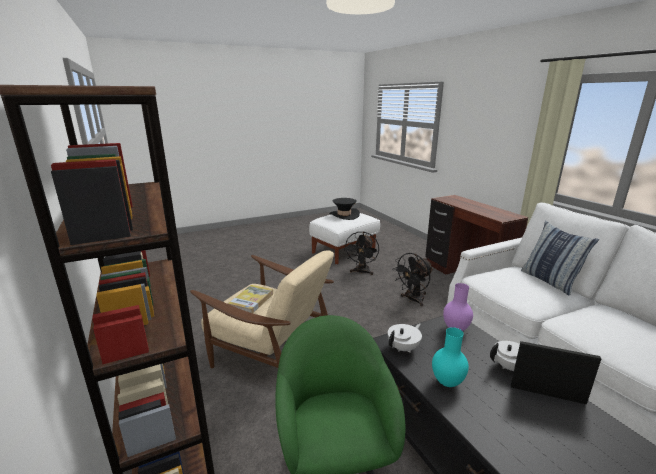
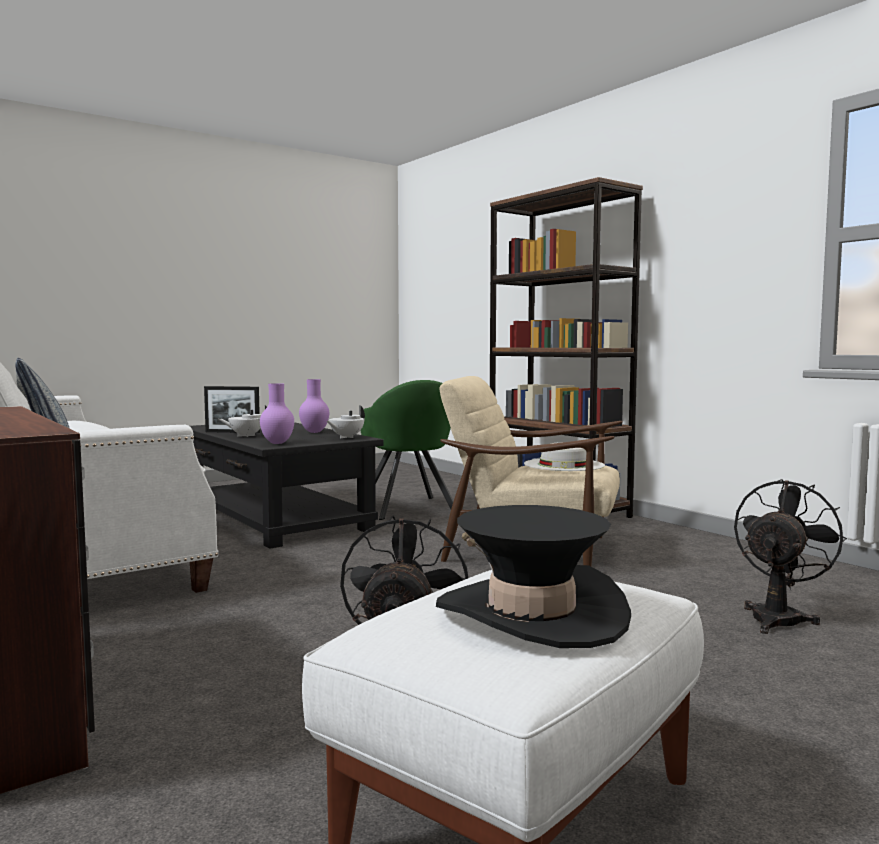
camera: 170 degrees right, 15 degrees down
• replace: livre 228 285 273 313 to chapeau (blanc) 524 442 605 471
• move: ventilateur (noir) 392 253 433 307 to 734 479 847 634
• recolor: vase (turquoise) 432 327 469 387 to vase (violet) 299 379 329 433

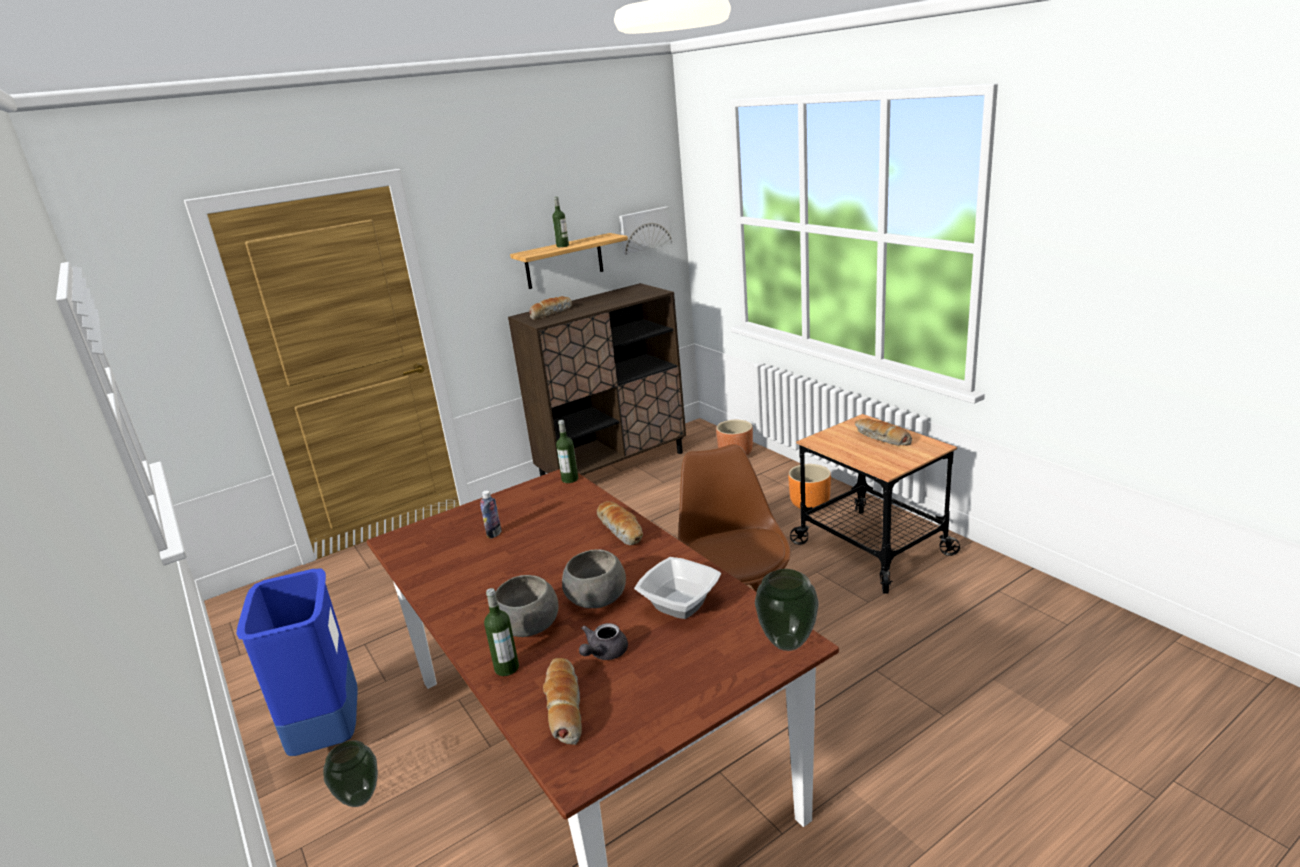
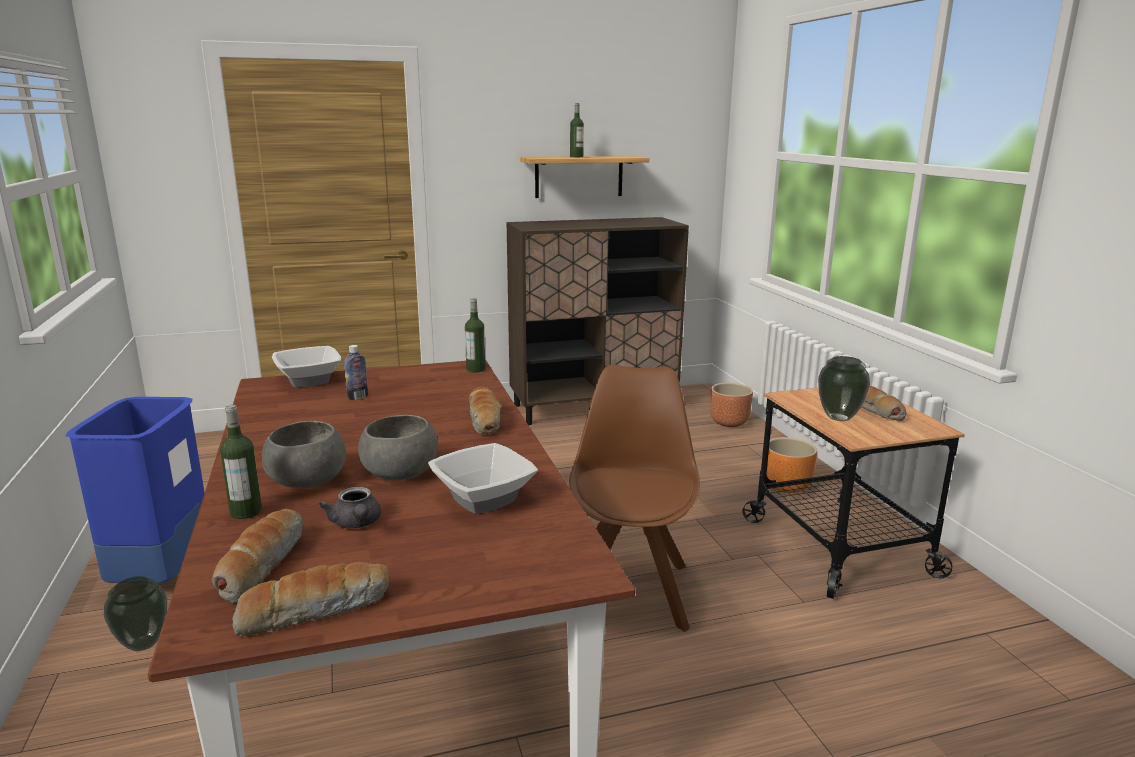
camera: 15 degrees right, 5 degrees down
• move: pain 529 296 572 320 to 232 562 390 636
• rotate: théière (gris) 579 623 628 660 = 319 487 381 528 75 degrees counterclockwise
• delete: tableau 619 207 672 255
• move: vase 755 569 819 651 to 818 356 870 421
• insert: bol 272 346 341 388

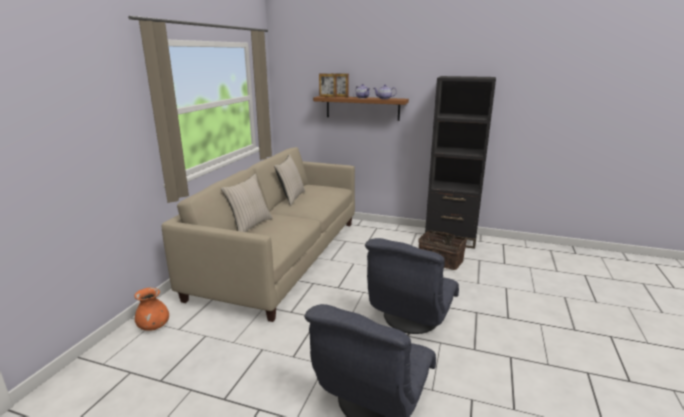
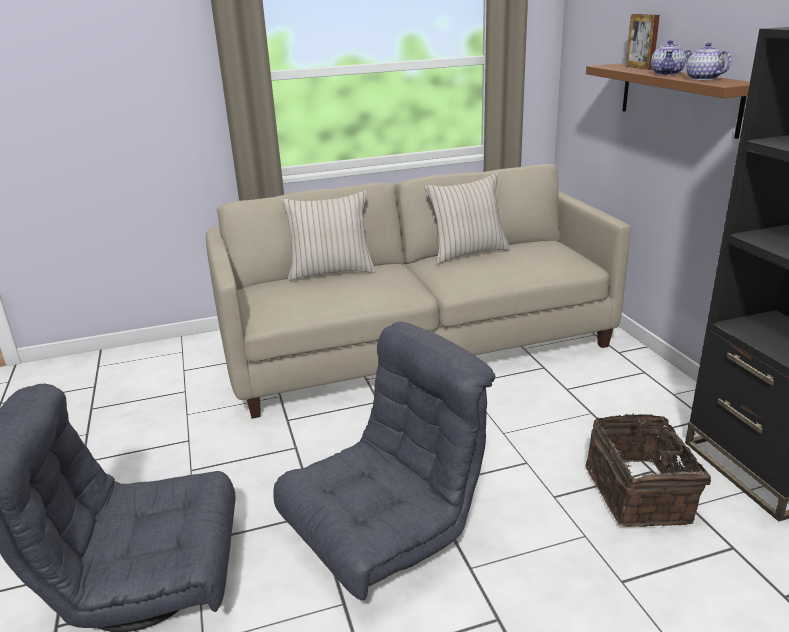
camera: 55 degrees right, 5 degrees up
• delete: vase (orange) 134 287 169 331
• delete: cadre photo 319 74 337 98
• rotate: fauteuil (gris) 365 238 459 334 = 273 322 495 600 150 degrees clockwise

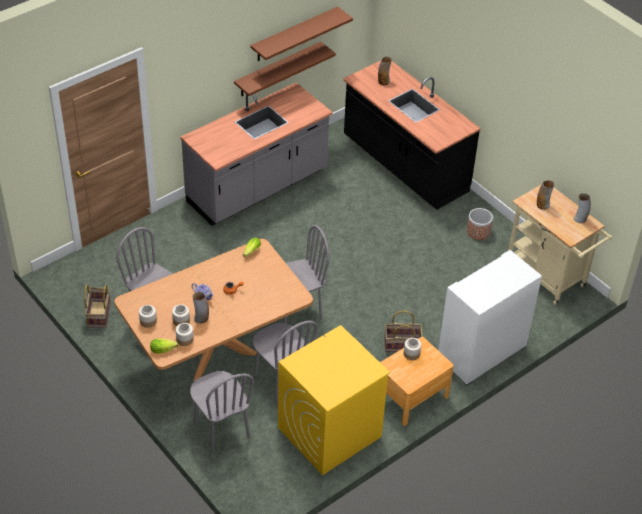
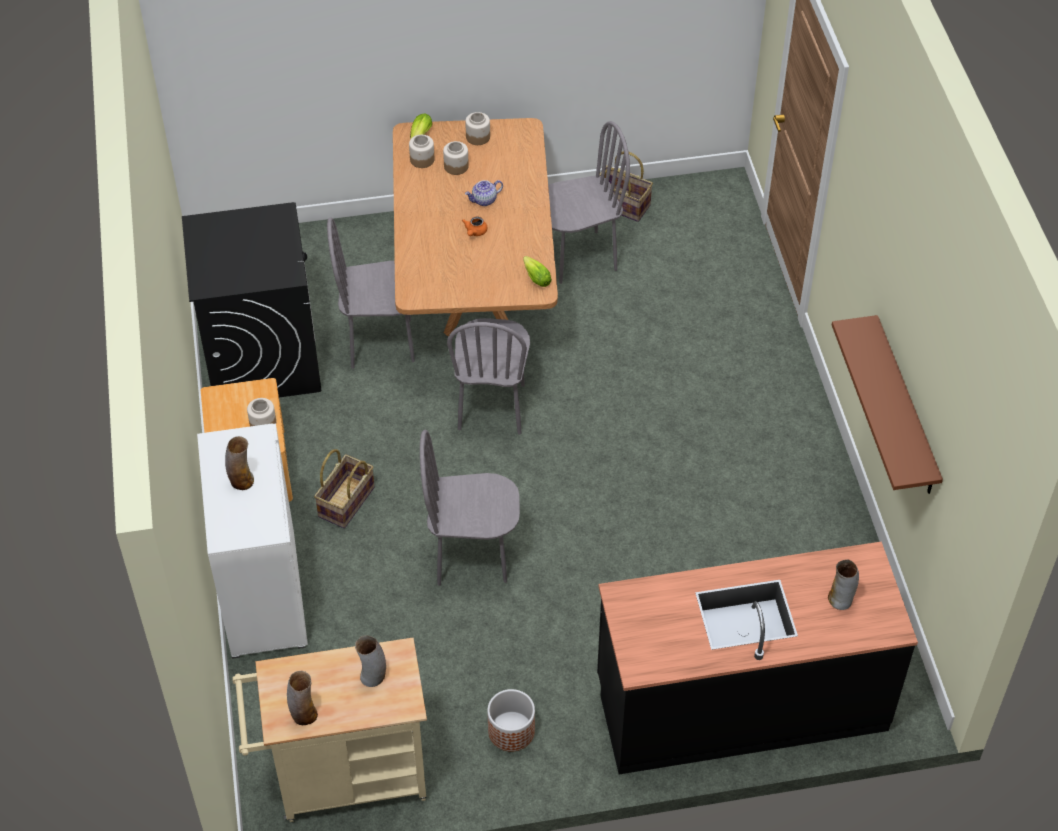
camera: 120 degrees right, 5 degrees up
• delete: comptoir de cuisine (gris) 180 82 333 226
• move: chaise (gris) 190 371 254 454 to 420 430 520 586
• move: vase 192 292 209 323 to 225 436 254 490
• delete: étagère (marron) 251 7 353 61
• recolor: lave-linge (jaune) 278 325 390 475 to lave-linge (noir) 182 202 322 398

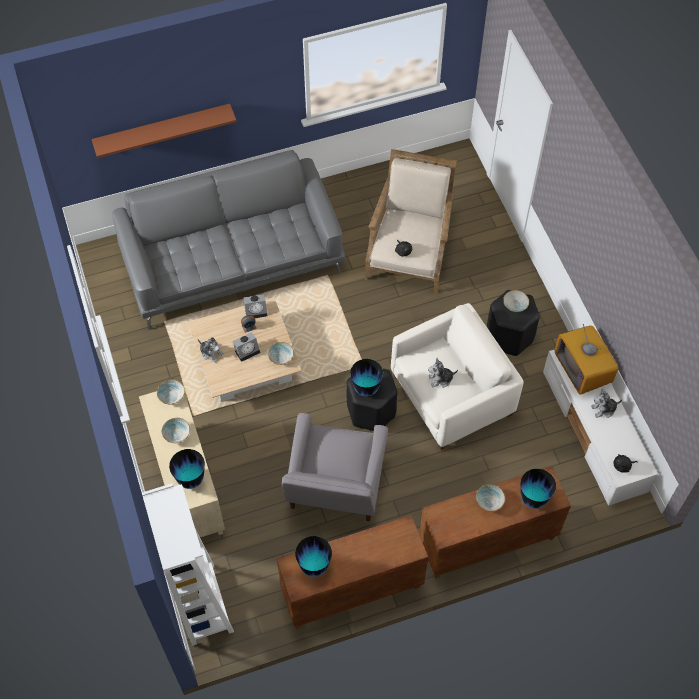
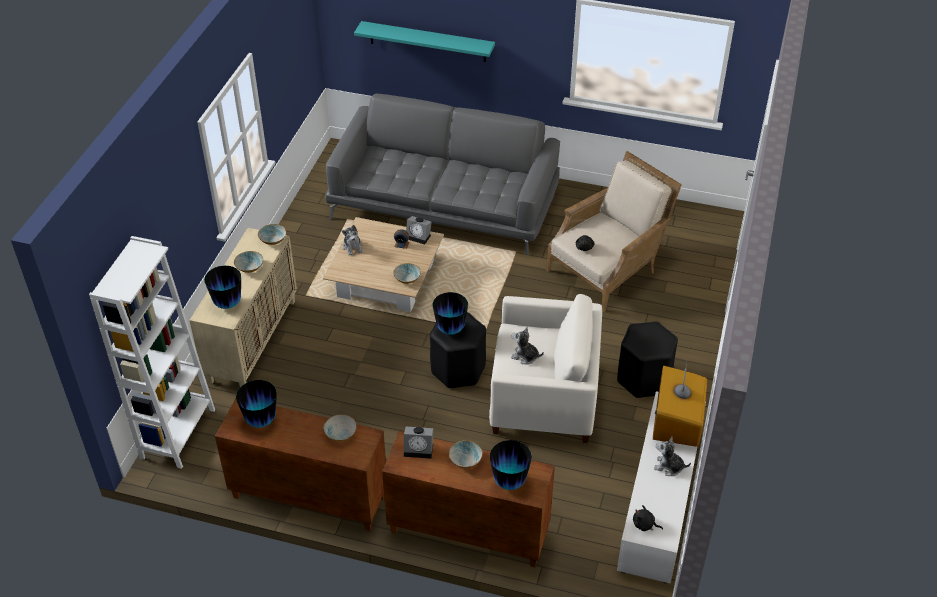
camera: 35 degrees right, 15 degrees down
• recolor: étagère (marron) 92 104 237 158 to étagère (turquoise) 354 21 495 62
• move: réveil 233 332 260 362 to 404 427 433 459
• delete: fauteuil (gris) 282 413 388 521
• move: bol 503 290 529 312 to 323 414 357 441

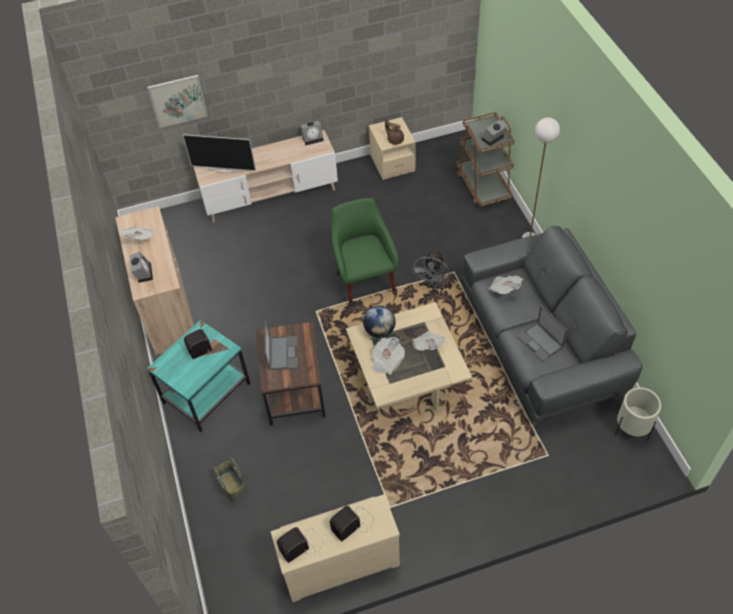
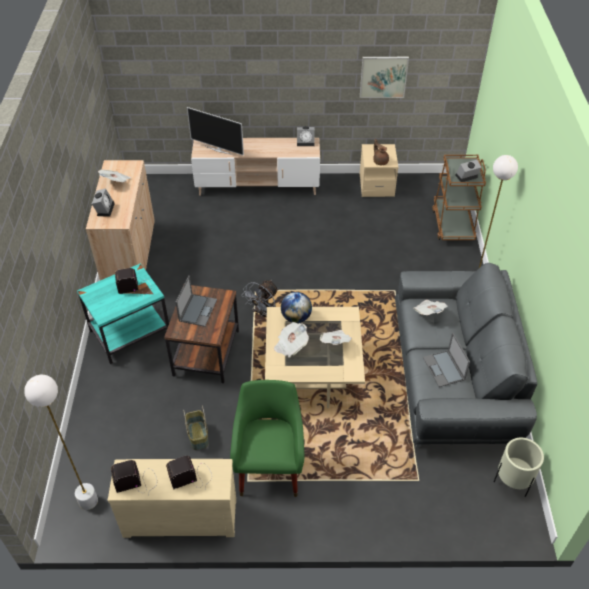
camera: 15 degrees right, 5 degrees down
• move: tableau 147 75 208 128 to 360 57 409 98
• move: panier 213 457 246 502 to 183 405 209 450
• move: fauteuil (vert) 331 198 399 307 to 230 380 305 497
• move: ventilateur (gris) 412 250 449 290 to 241 280 278 317
• insert: lampadaire (blanc) 24 375 98 510

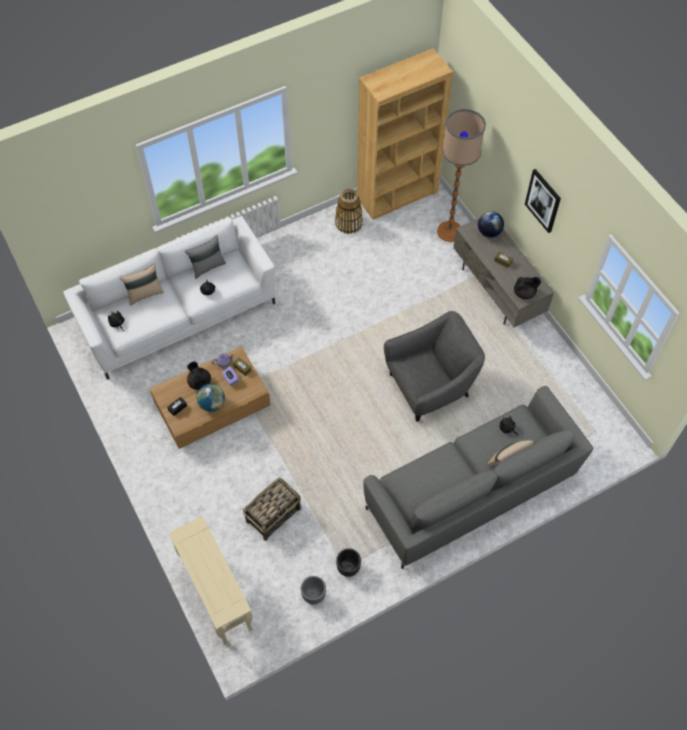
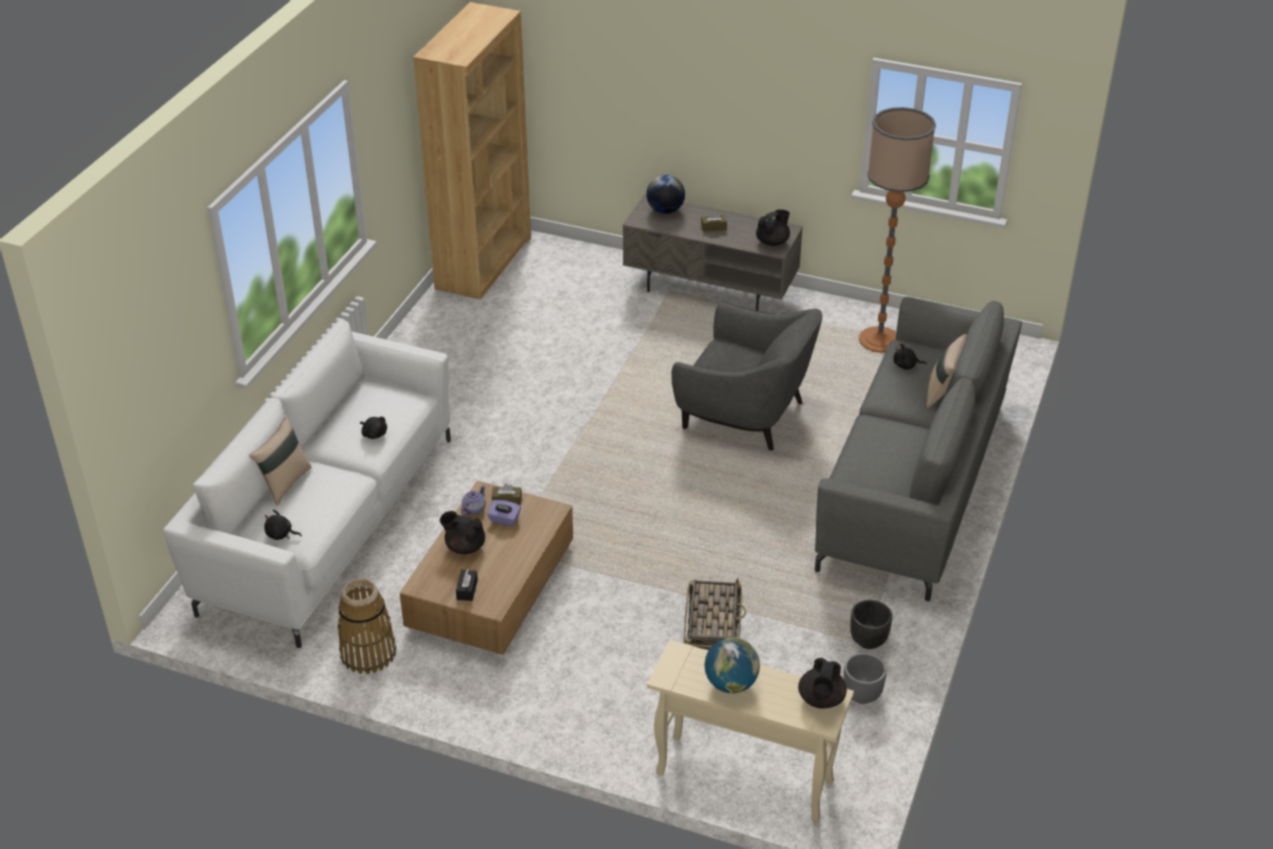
camera: 40 degrees left, 20 degrees down
• delete: coussin (gris) 185 235 226 279
• move: globe 197 384 225 412 to 704 637 760 693
• move: panier 335 188 363 234 to 338 579 396 674
• rotate: fauteuil (gris) 384 311 485 422 = 672 301 822 451 90 degrees clockwise
• move: lampadaire 437 109 486 242 to 859 107 936 353
• delete: tableau 525 169 561 233
• insert: théière (noir) 798 658 847 708

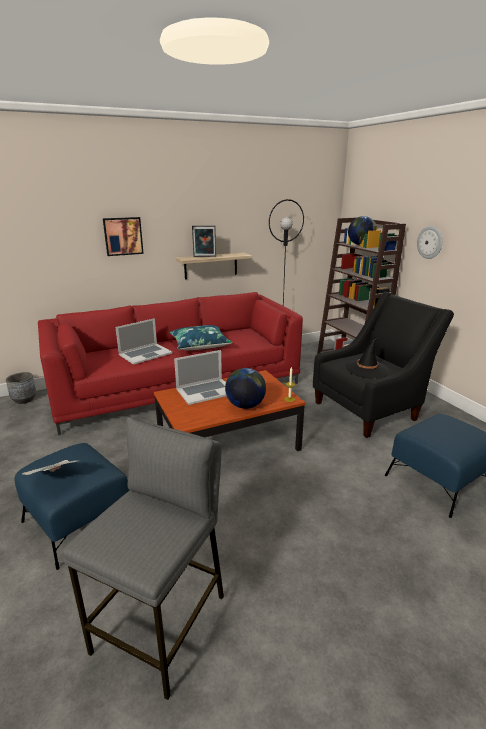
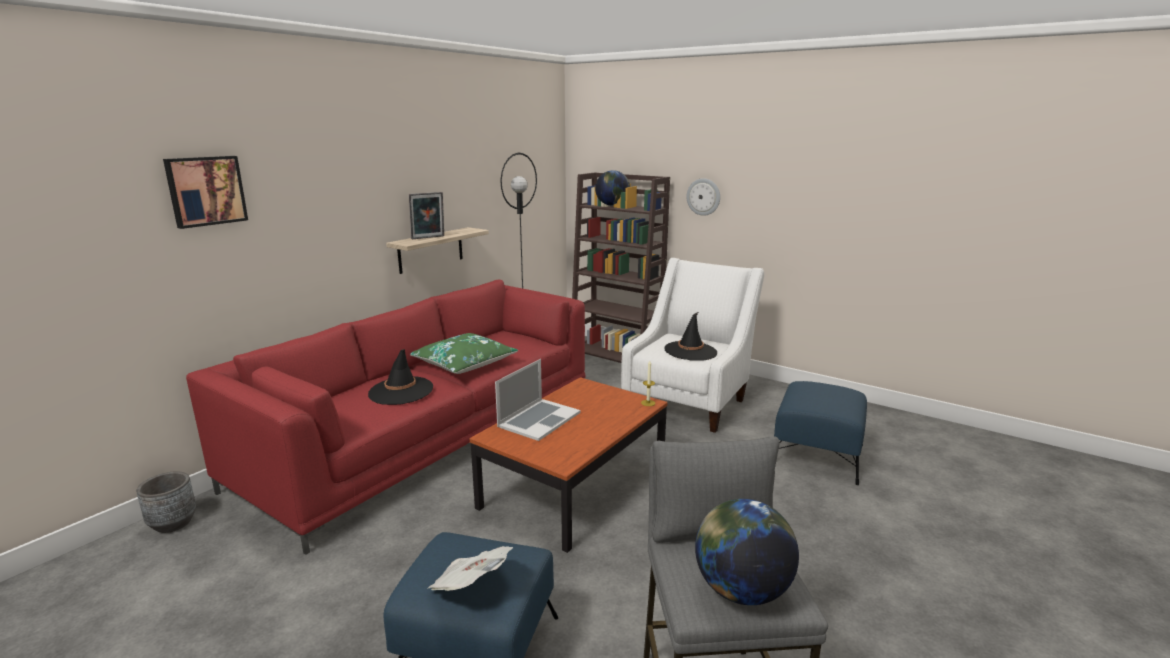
camera: 30 degrees left, 5 degrees down
• move: tableau 103 217 144 256 to 163 156 248 229
• replace: ordinateur portable 115 318 172 365 to chapeau (noir) 368 349 433 405
• recolor: coussin (bleu) 170 325 233 350 to coussin (vert) 410 333 518 374
• move: globe 225 368 266 409 to 695 499 799 605
• recolor: fauteuil (noir) 313 292 454 438 to fauteuil (blanc) 621 258 764 433

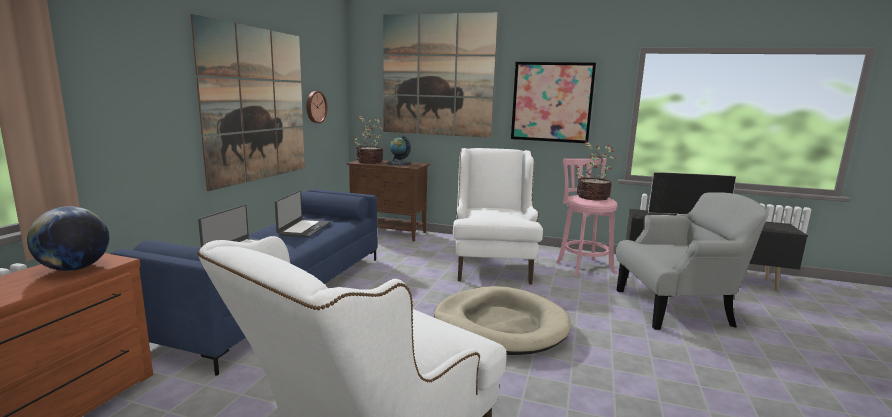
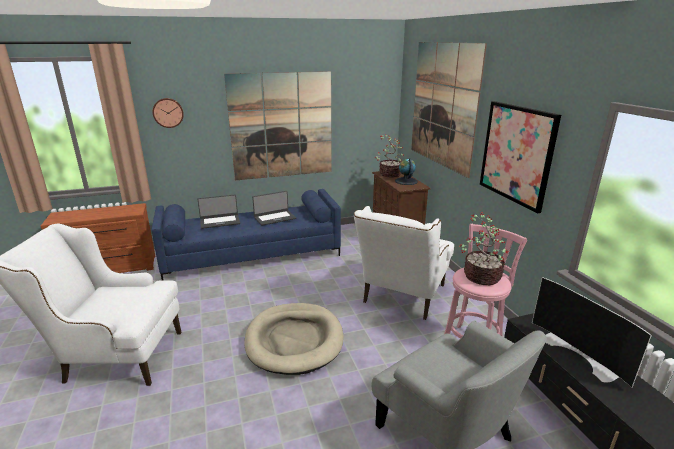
camera: 55 degrees right, 10 degrees up
• delete: globe 27 206 109 271
• move: horloge murale 306 91 327 123 to 152 98 184 128
• rotate: fauteuil (blanc) 453 148 543 285 = 354 206 454 320 150 degrees clockwise

